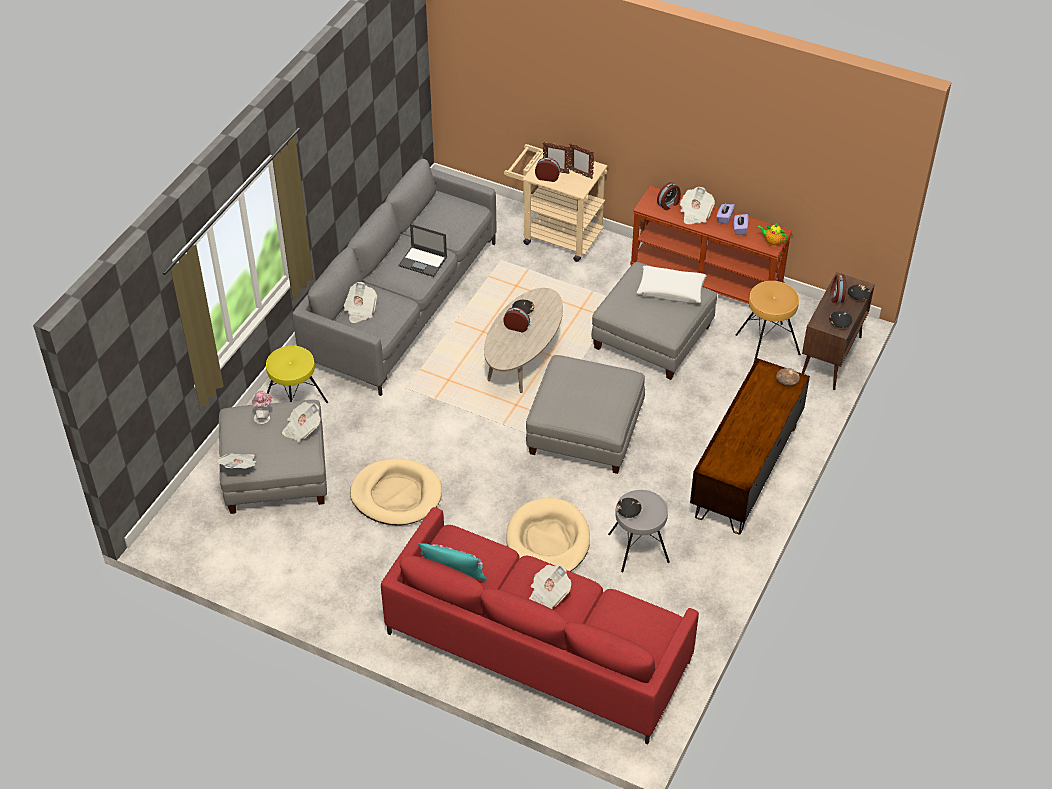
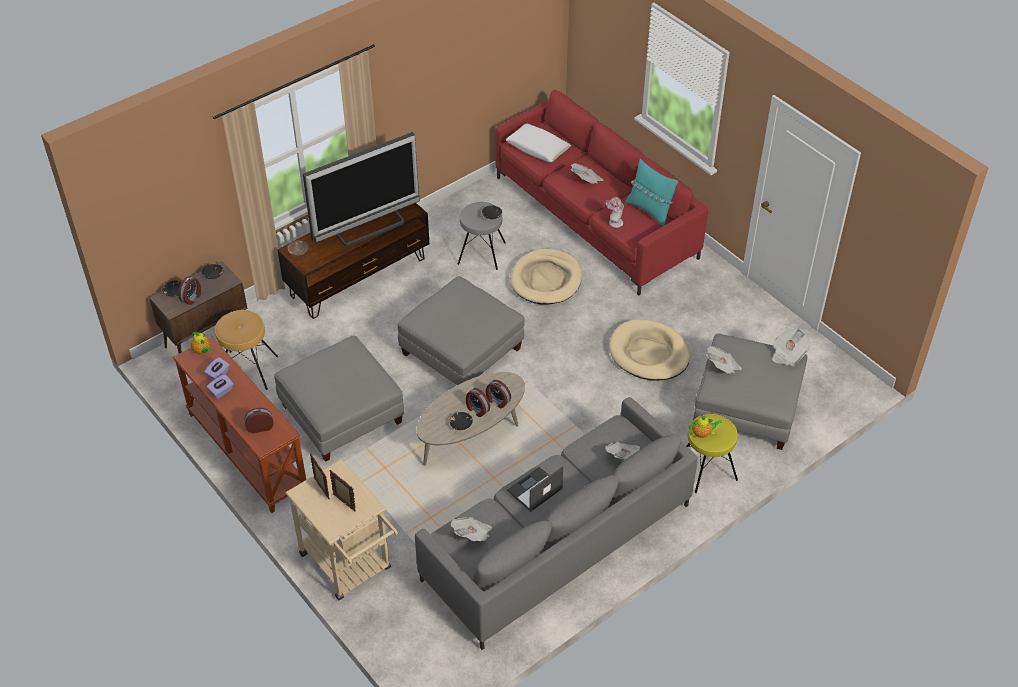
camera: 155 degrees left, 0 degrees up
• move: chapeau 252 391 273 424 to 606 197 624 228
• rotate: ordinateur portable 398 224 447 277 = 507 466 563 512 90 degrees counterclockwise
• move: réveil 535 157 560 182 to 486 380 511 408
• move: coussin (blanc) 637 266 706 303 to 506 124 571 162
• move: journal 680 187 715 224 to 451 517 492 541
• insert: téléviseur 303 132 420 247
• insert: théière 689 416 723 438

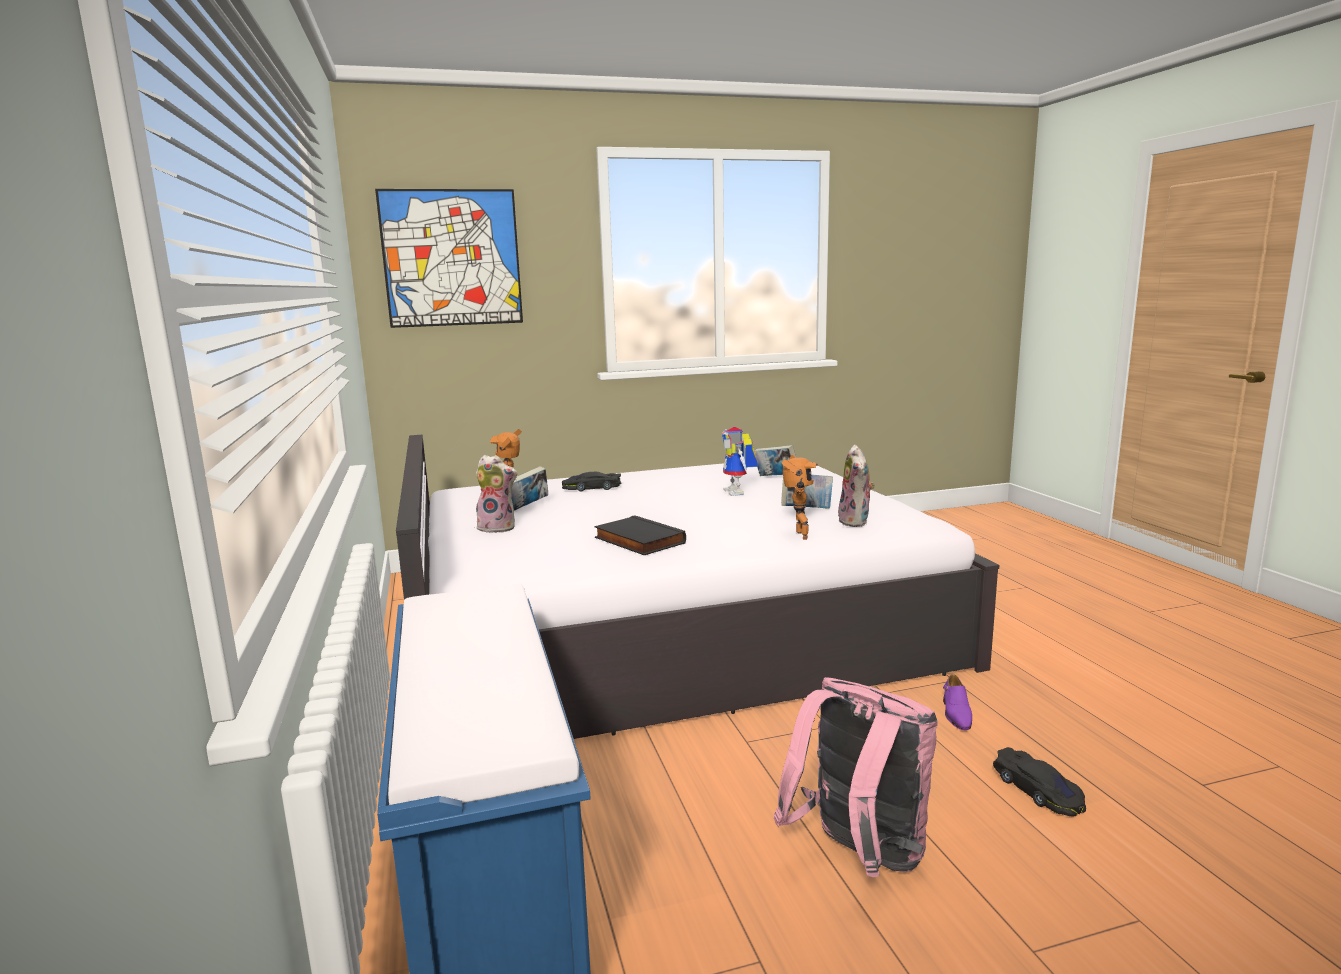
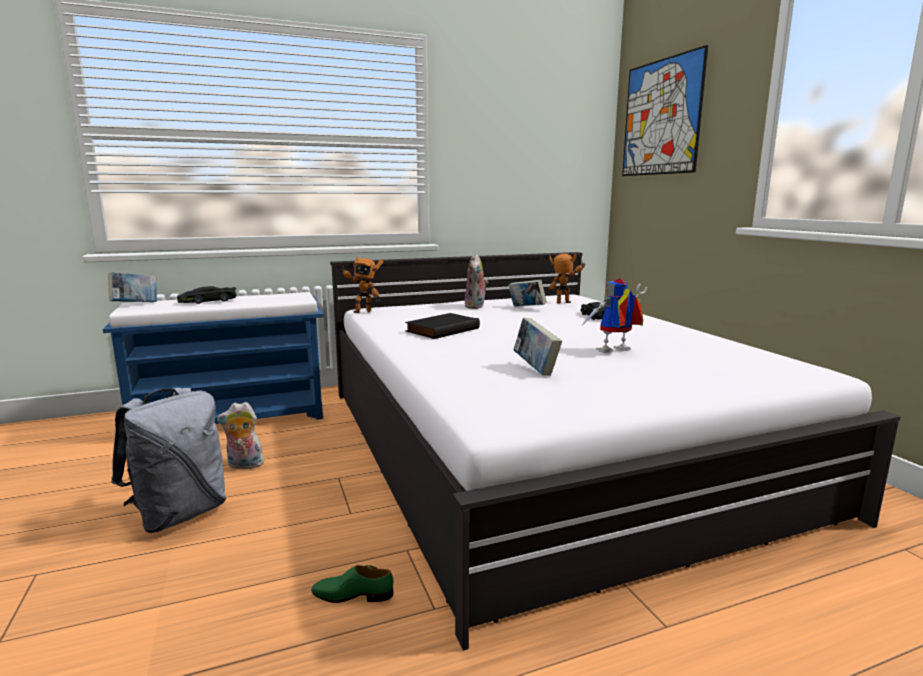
camera: 85 degrees right, 0 degrees up
• move: livre 754 445 796 476 to 108 272 157 302
• recolor: sac à dos (rose) 774 677 938 877 to sac à dos (gris) 111 388 227 533
• move: robot jouet 781 455 818 540 to 339 256 383 313
• move: peluche 838 445 875 527 to 217 402 264 469
• recolor: chaussure (violet) 943 674 972 730 to chaussure (vert) 311 565 393 603
• move: petite voiture (noir) 993 747 1086 817 to 177 286 237 304

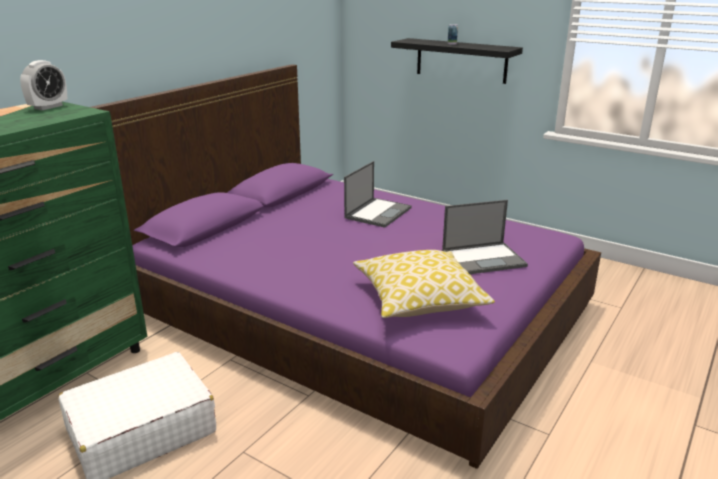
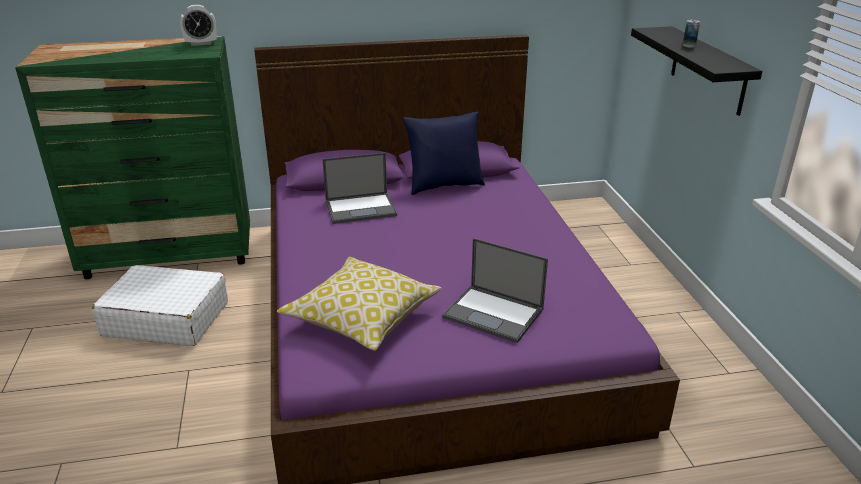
camera: 45 degrees right, 5 degrees up
• move: ordinateur portable 344 161 412 228 to 322 152 397 224
• insert: coussin (bleu) 403 112 485 195

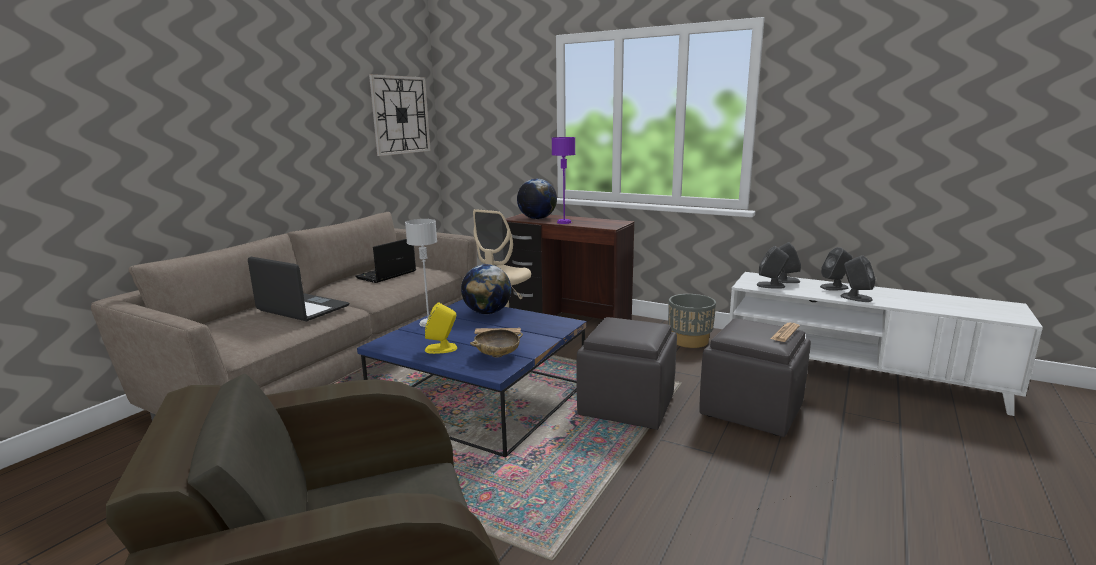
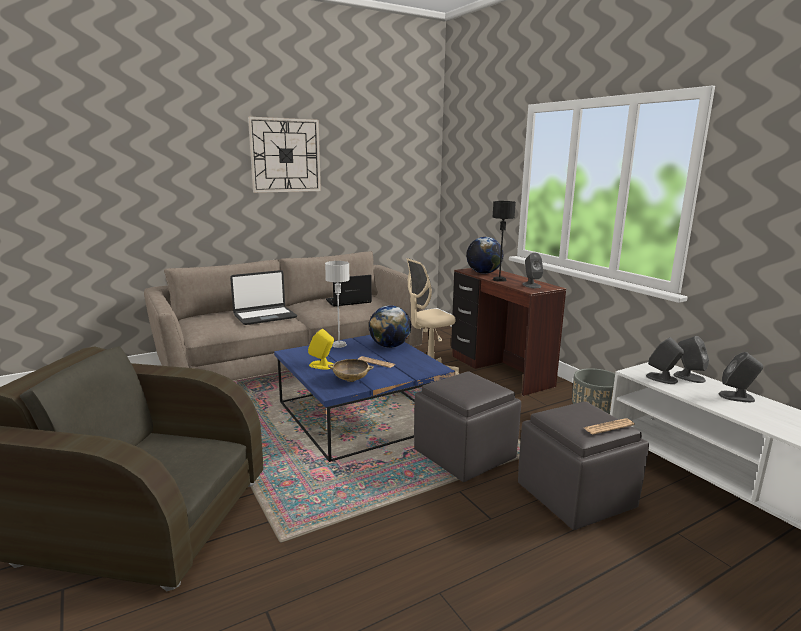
camera: 30 degrees right, 0 degrees up
• rotate: ordinateur portable 248 257 349 321 = 230 270 297 325 90 degrees clockwise
• move: horloge murale 369 74 431 156 to 248 117 321 193
• recolor: lampe de table (violet) 552 137 575 224 to lampe de table (noir) 492 201 516 282
• move: enceinte (gris) 840 255 875 302 to 522 252 543 288

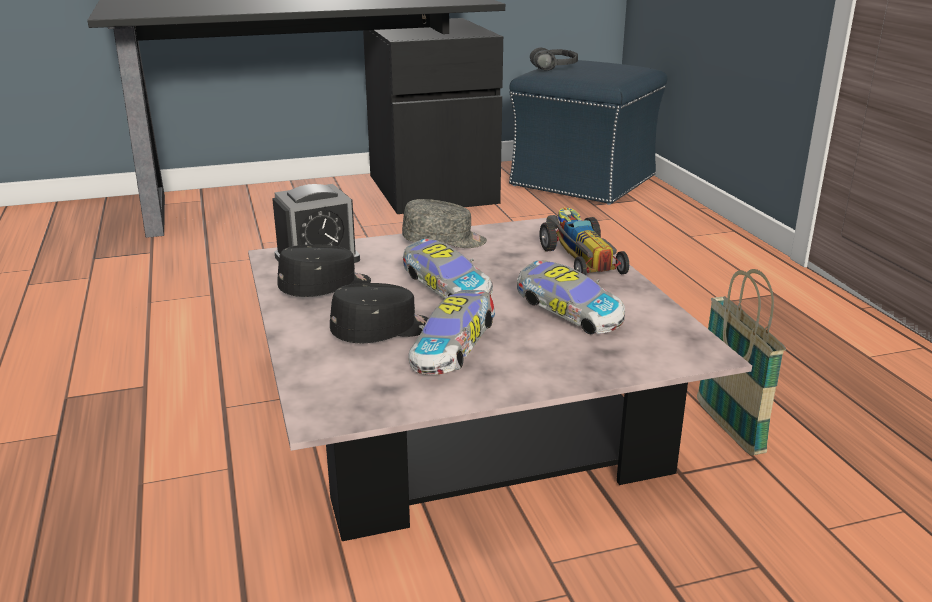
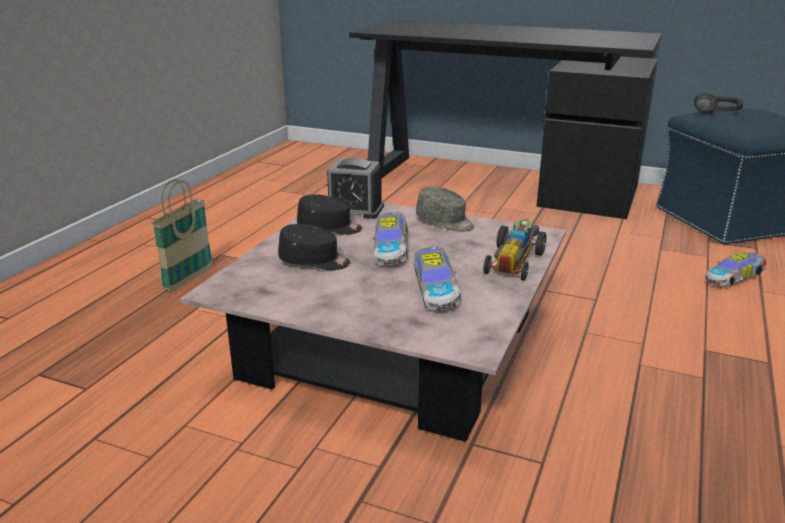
camera: 40 degrees right, 0 degrees up
• move: petite voiture 408 290 495 375 to 705 253 766 287
• move: panier 697 269 786 456 to 152 179 213 291

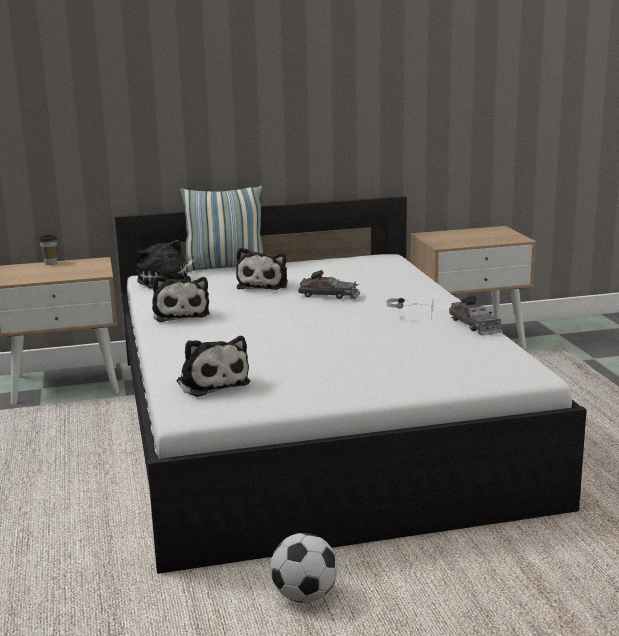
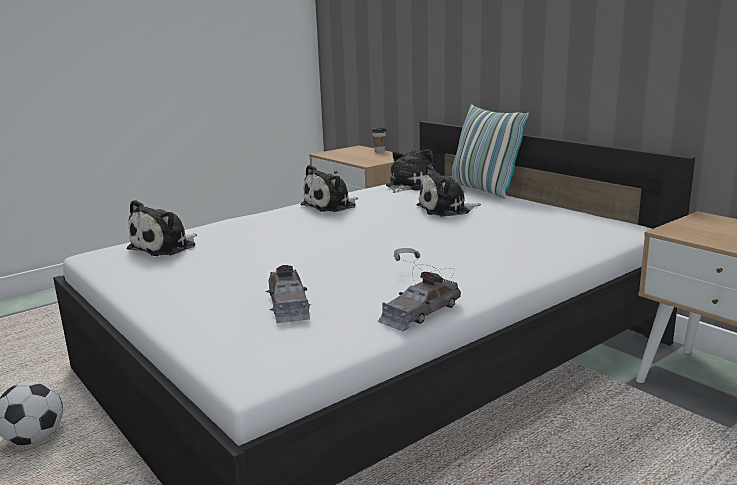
camera: 65 degrees right, 0 degrees up
• move: petite voiture (gris) 298 270 361 299 to 266 265 311 323

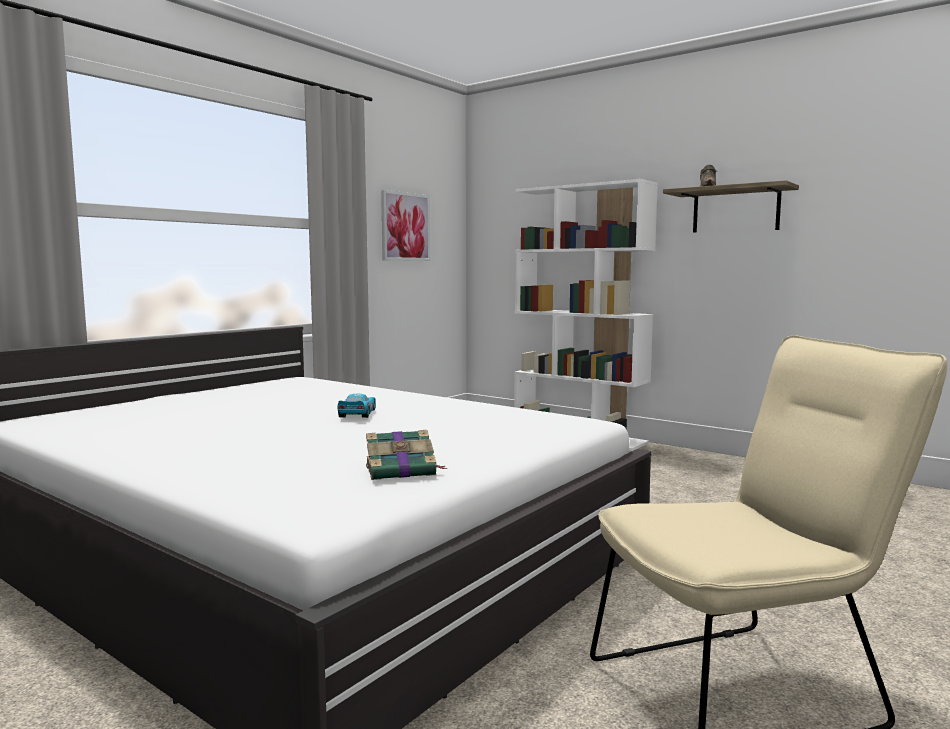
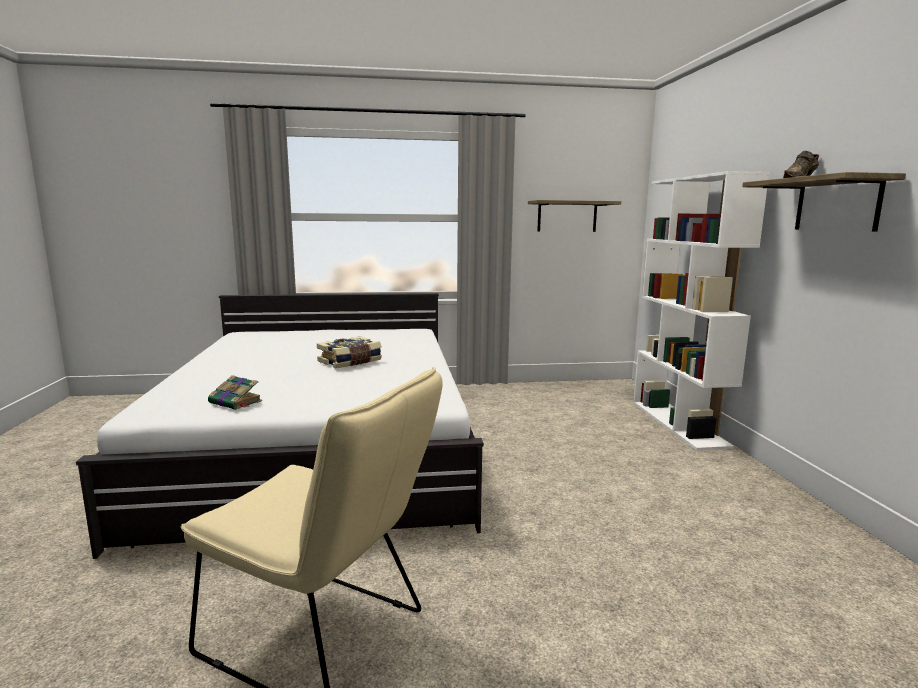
camera: 45 degrees right, 5 degrees up
• replace: petite voiture 337 394 376 418 to livre 317 336 382 368
• replace: tableau 381 190 430 261 to étagère 528 200 621 232

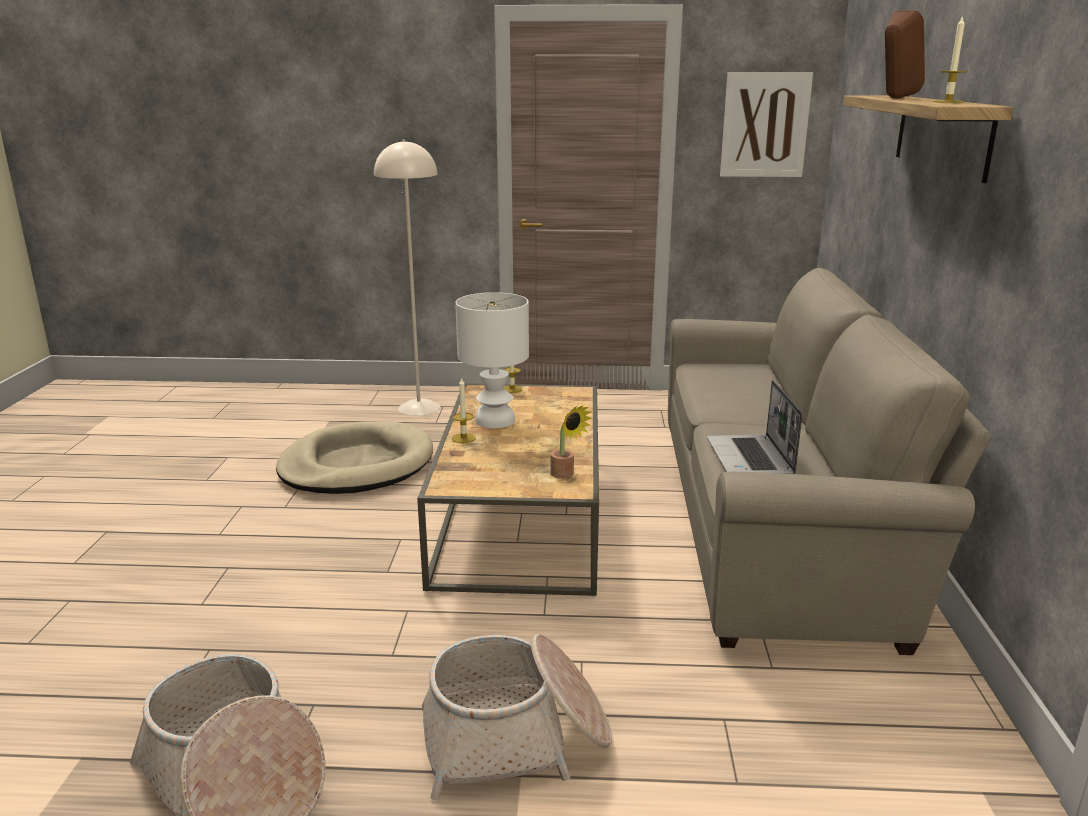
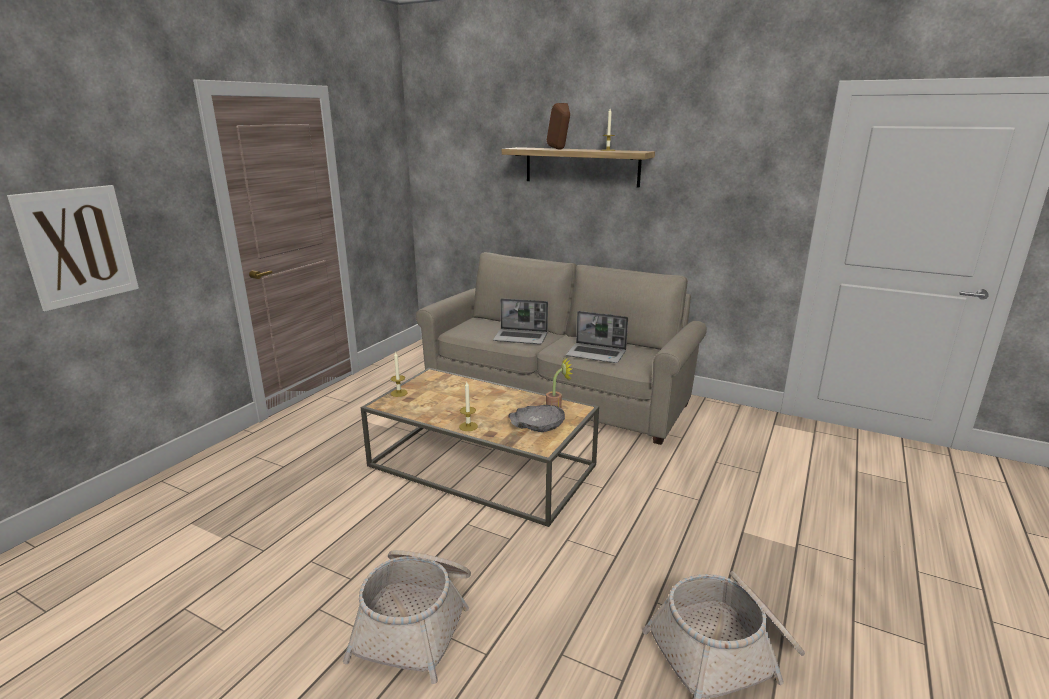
camera: 65 degrees left, 0 degrees up
• delete: panier pour chien (beige) 276 422 433 494
• delete: lampadaire (beige) 374 140 440 416
• move: panier 422 634 612 800 to 343 550 471 684
• delete: lampe de table (blanc) 455 292 529 428
• move: tableau 720 72 813 177 to 7 185 139 312
• insert: ordinateur portable 493 298 548 344
• insert: bol (gris) 508 405 565 432

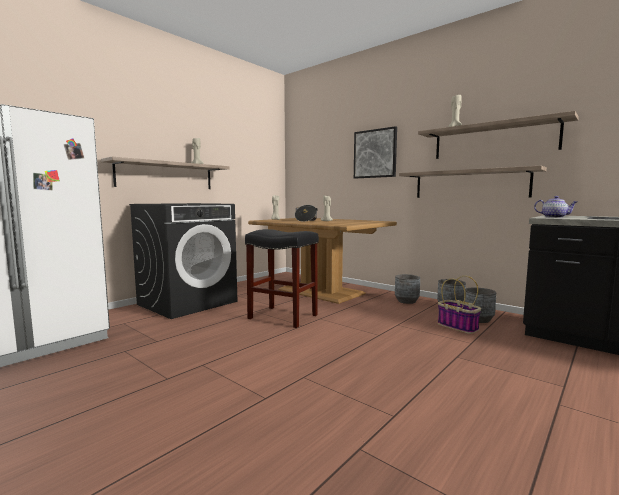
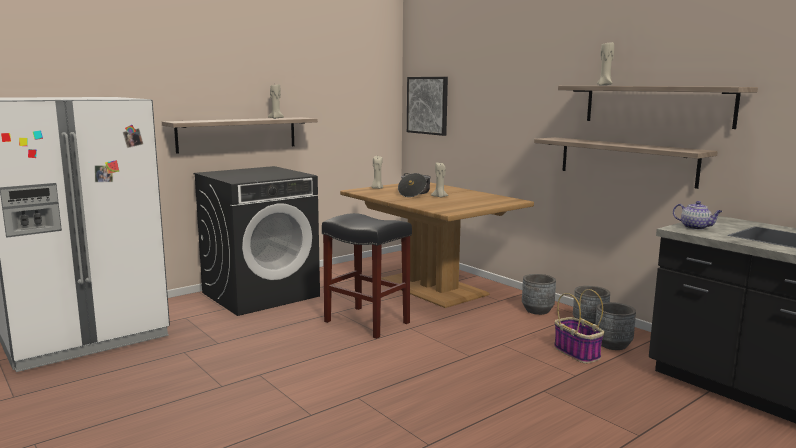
camera: 10 degrees right, 5 degrees up
• move: tableau 354 126 397 179 to 407 77 448 136

